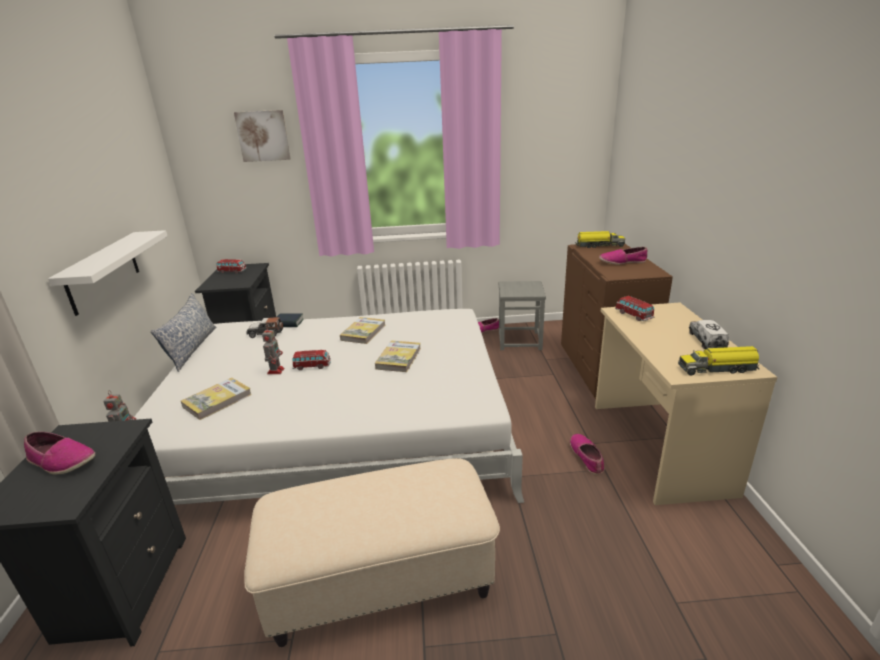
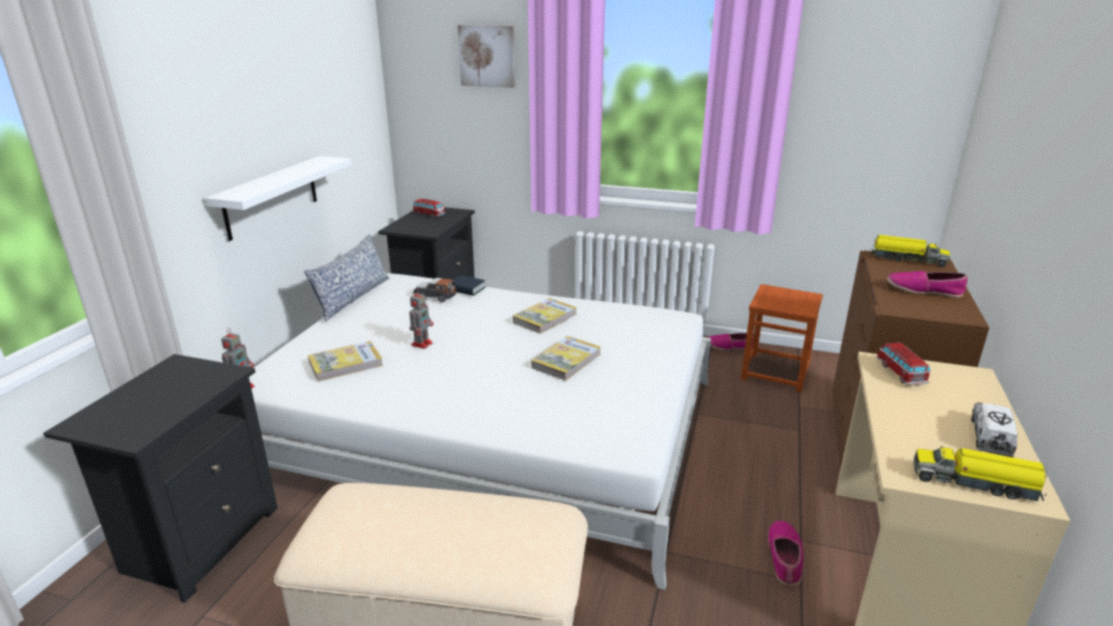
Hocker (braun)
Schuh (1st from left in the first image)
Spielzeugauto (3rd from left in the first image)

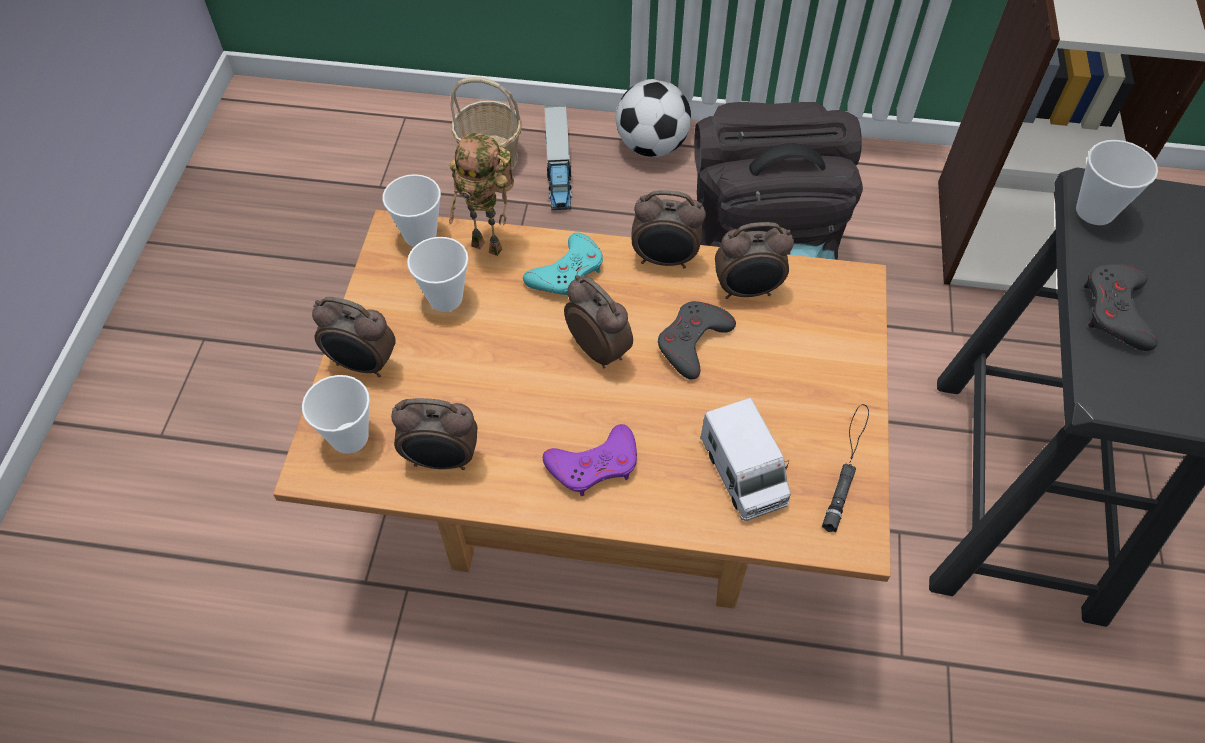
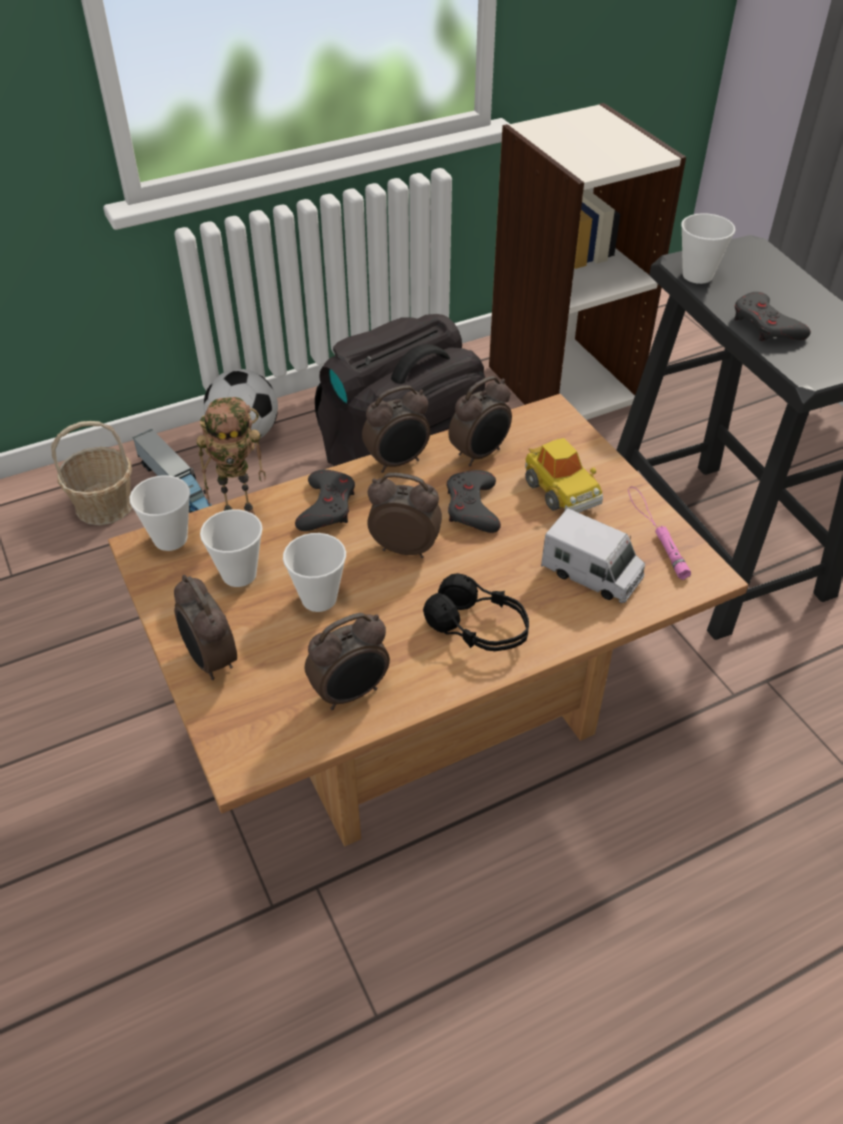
Wecker (1st from left)
Tasse (3rd from left)
Gamepad (grau) (1st from left)
Kopfhörer (schwarz)
Spielzeugauto
Taschenlampe (rosa)

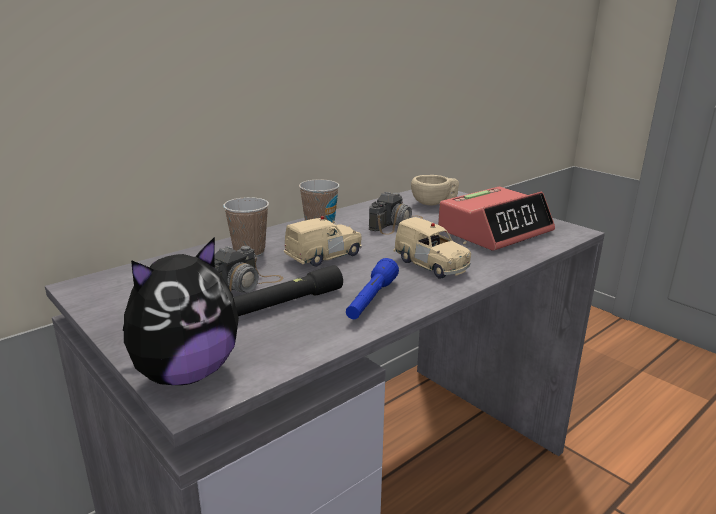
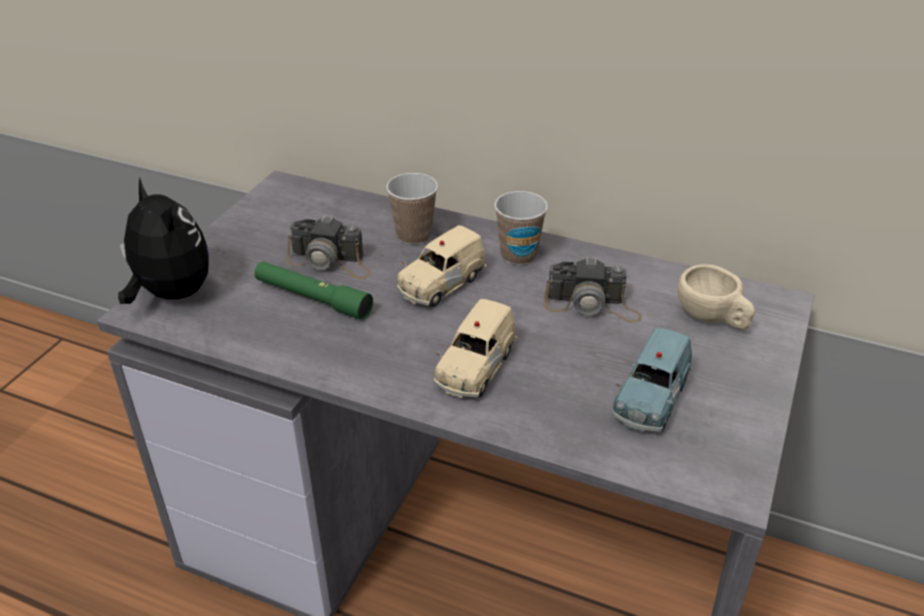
Plüschtier
Taschenlampe (grün)
Spielzeugauto (beige) (1st from left)
Spielzeugauto (blau)
Taschenlampe (blau)

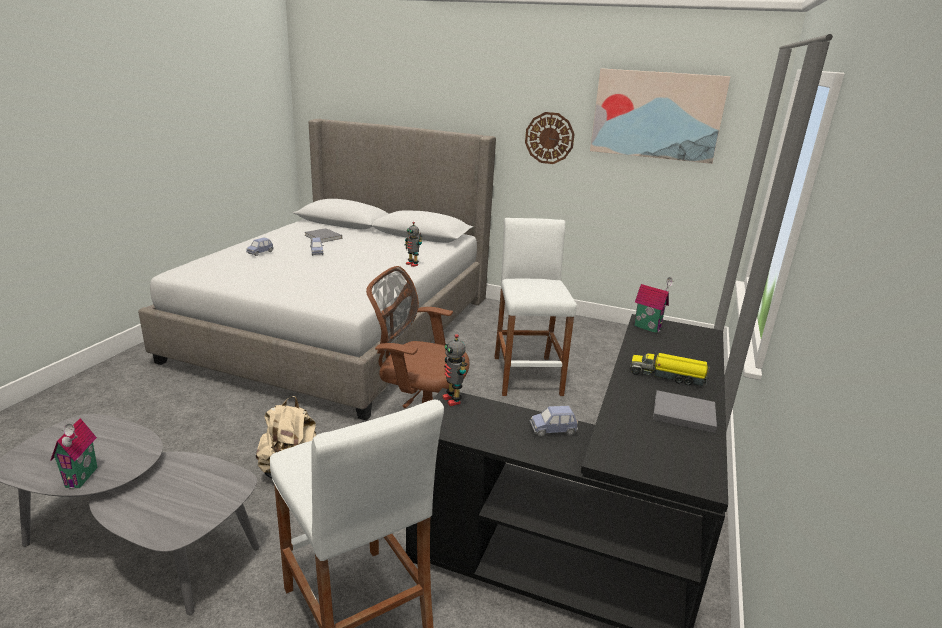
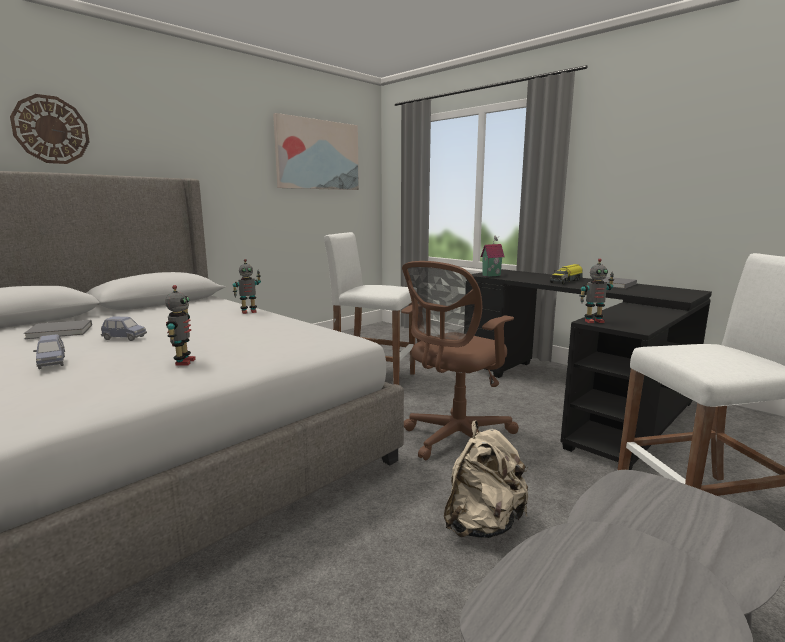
Wanduhr
Spielzeugroboter (1st from left)
Spielzeughaus (1st from left in the first image)
Spielzeugauto (blau) (3rd from left in the first image)

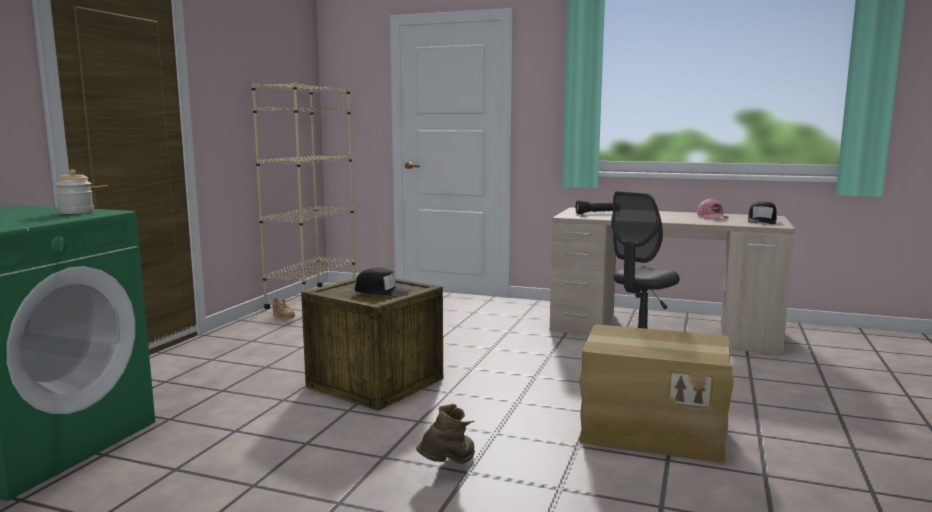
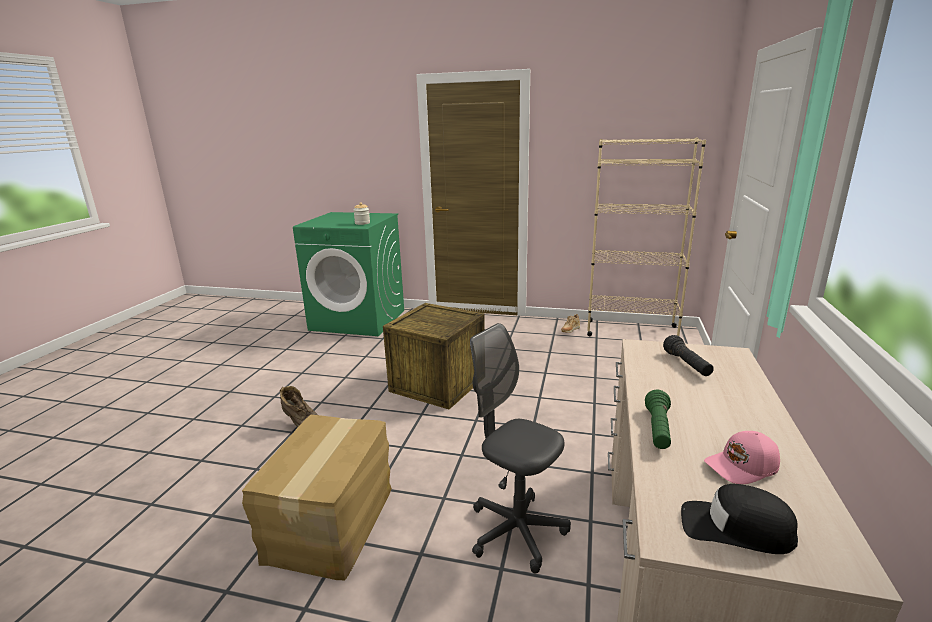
Taschenlampe (grün)
Kappe (schwarz) (1st from left in the first image)

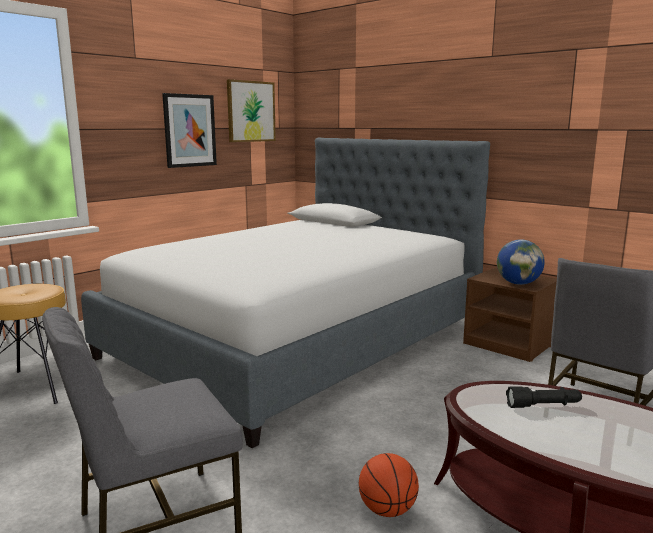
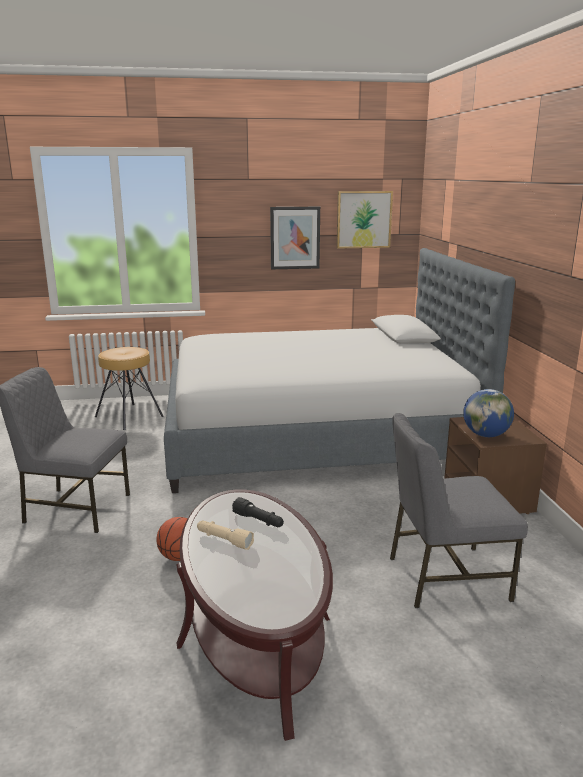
Taschenlampe (beige)

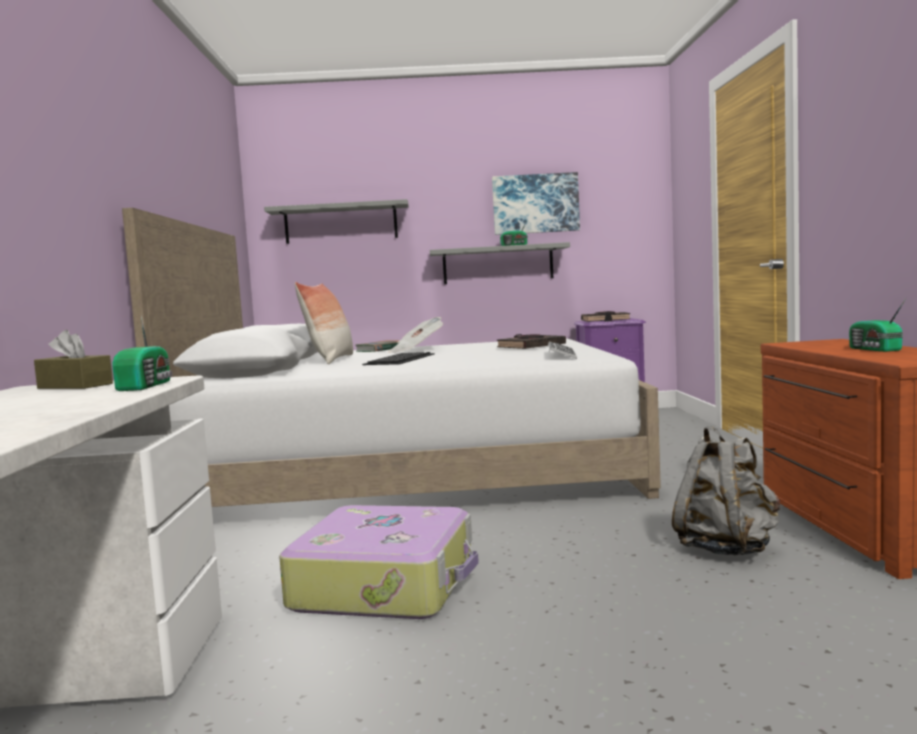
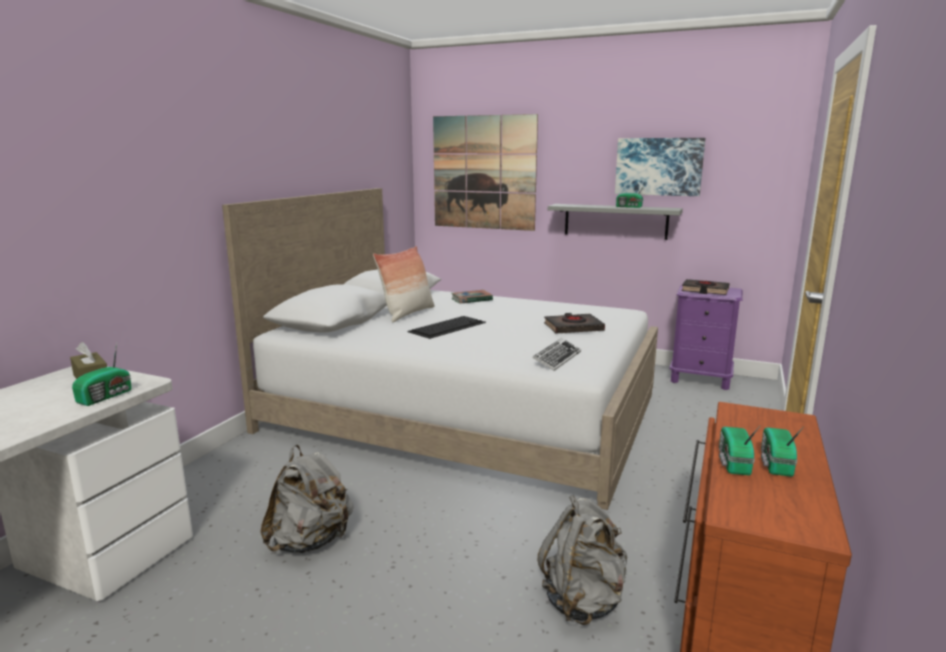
Rucksack (grau) (1st from left)
Bild (1st from left)
Radio (3rd from left)
Zeitung

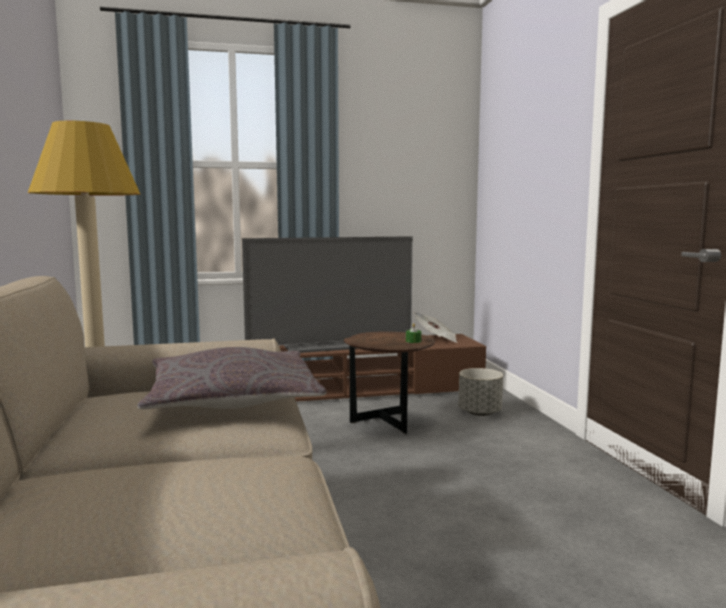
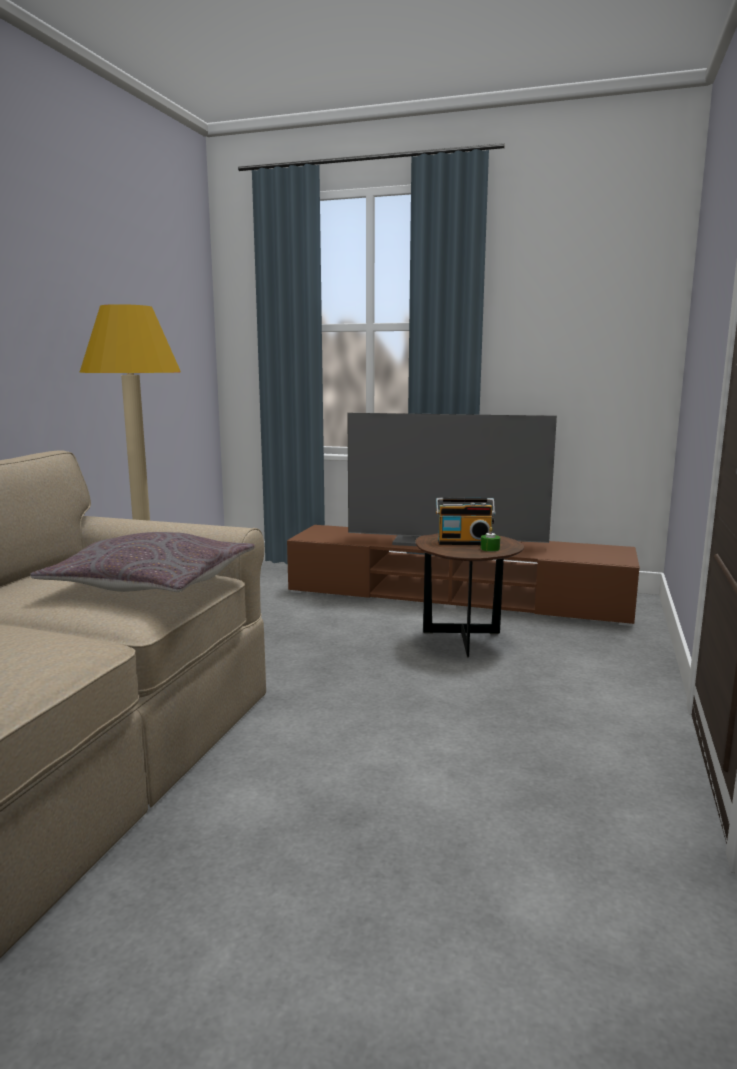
Radio
Zeitung
Pflanzkübel (grau)

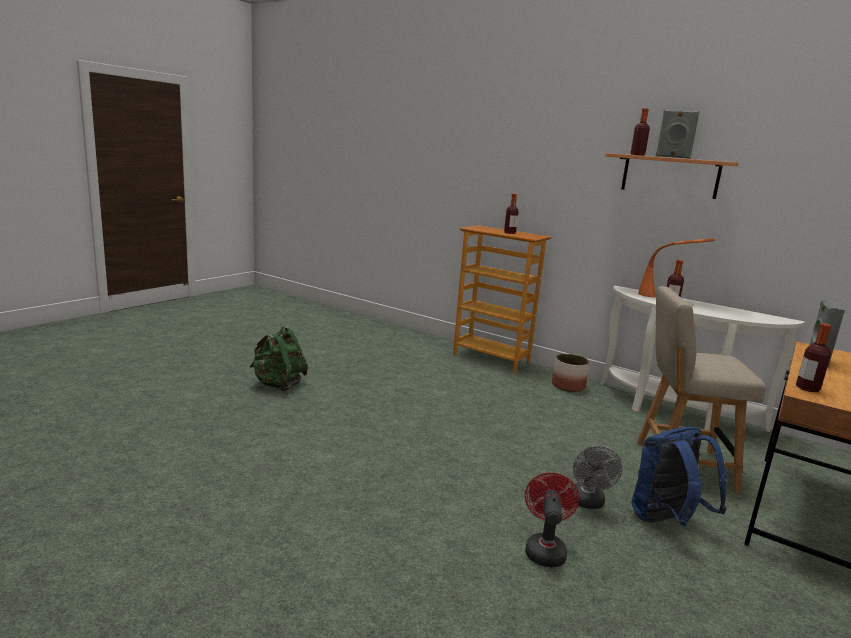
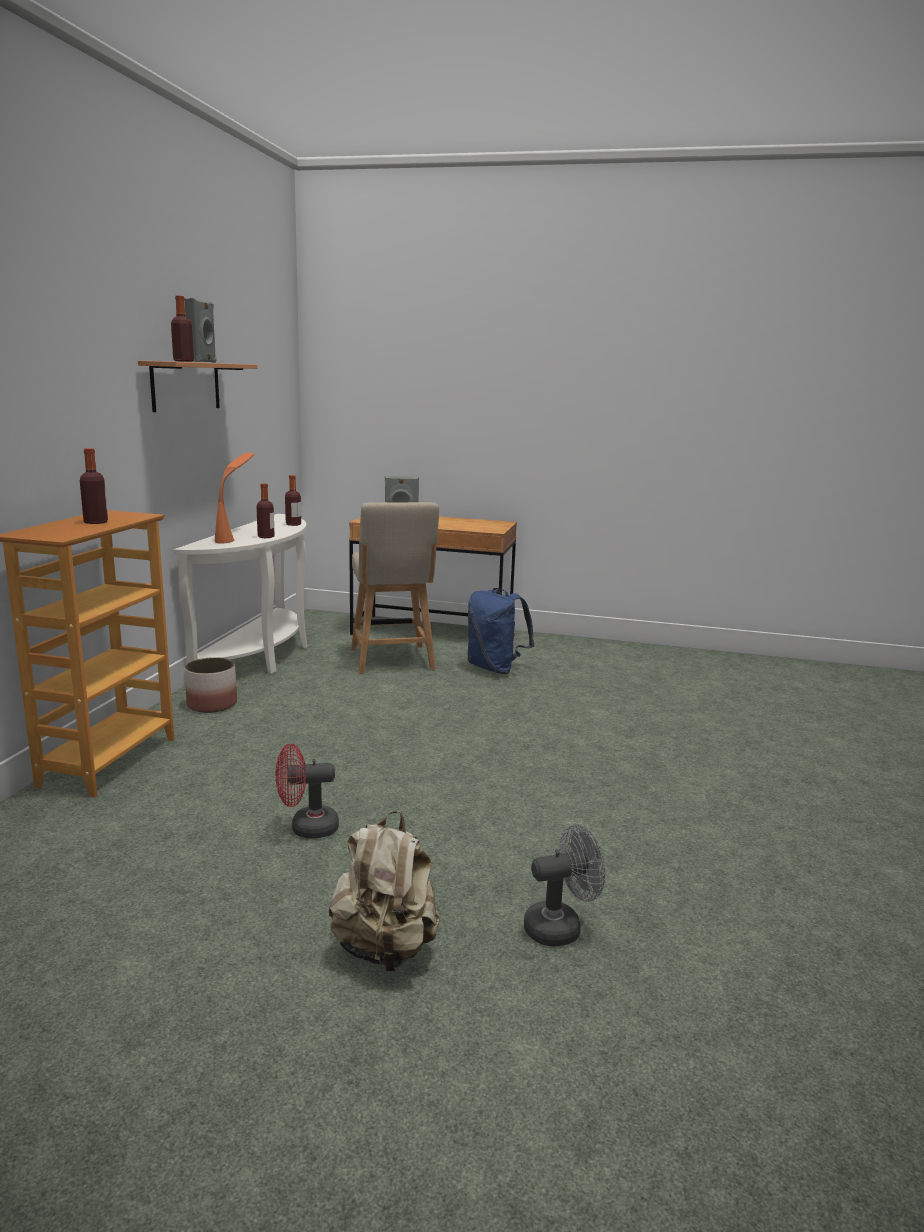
Ventilator (rot)
Flasche (4th from left)
Rucksack (beige)
Ventilator (grau)

